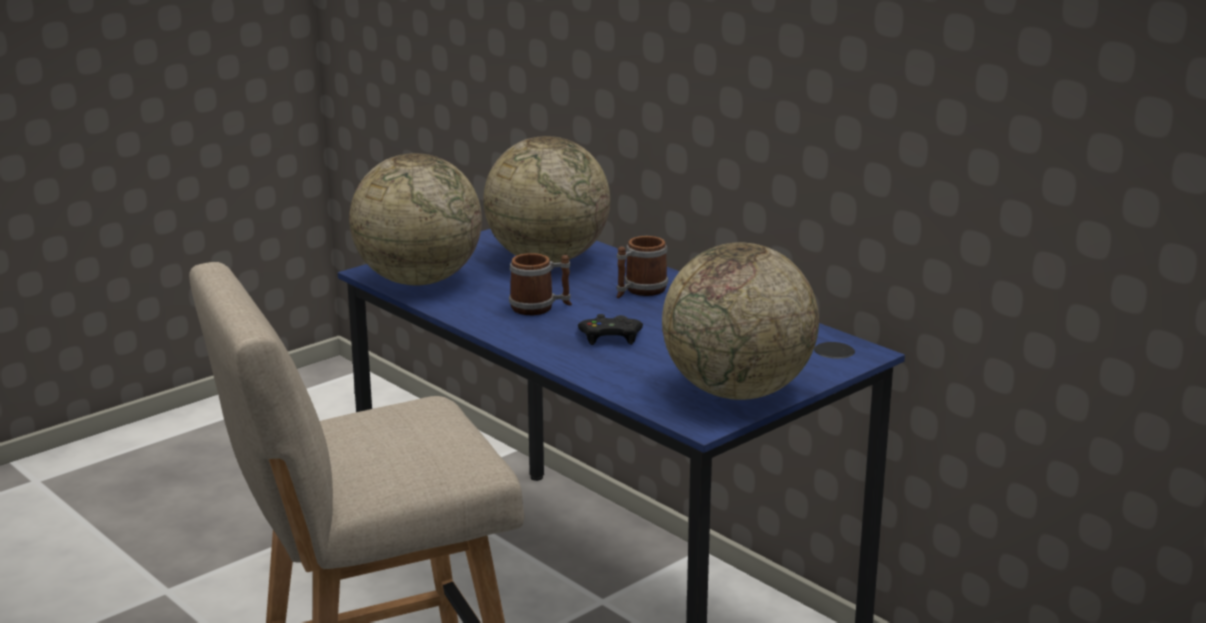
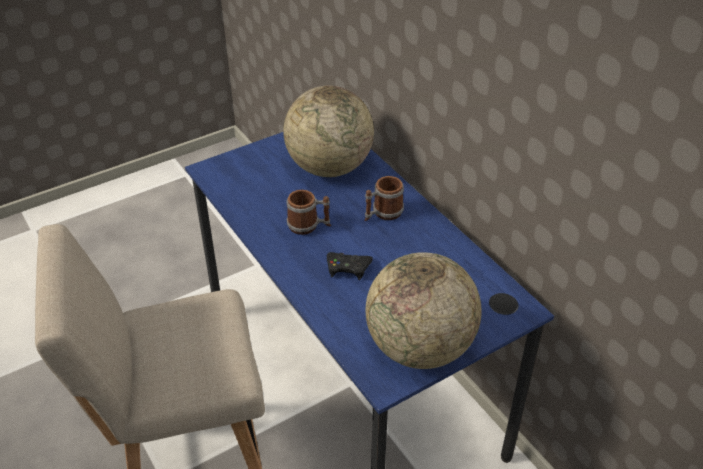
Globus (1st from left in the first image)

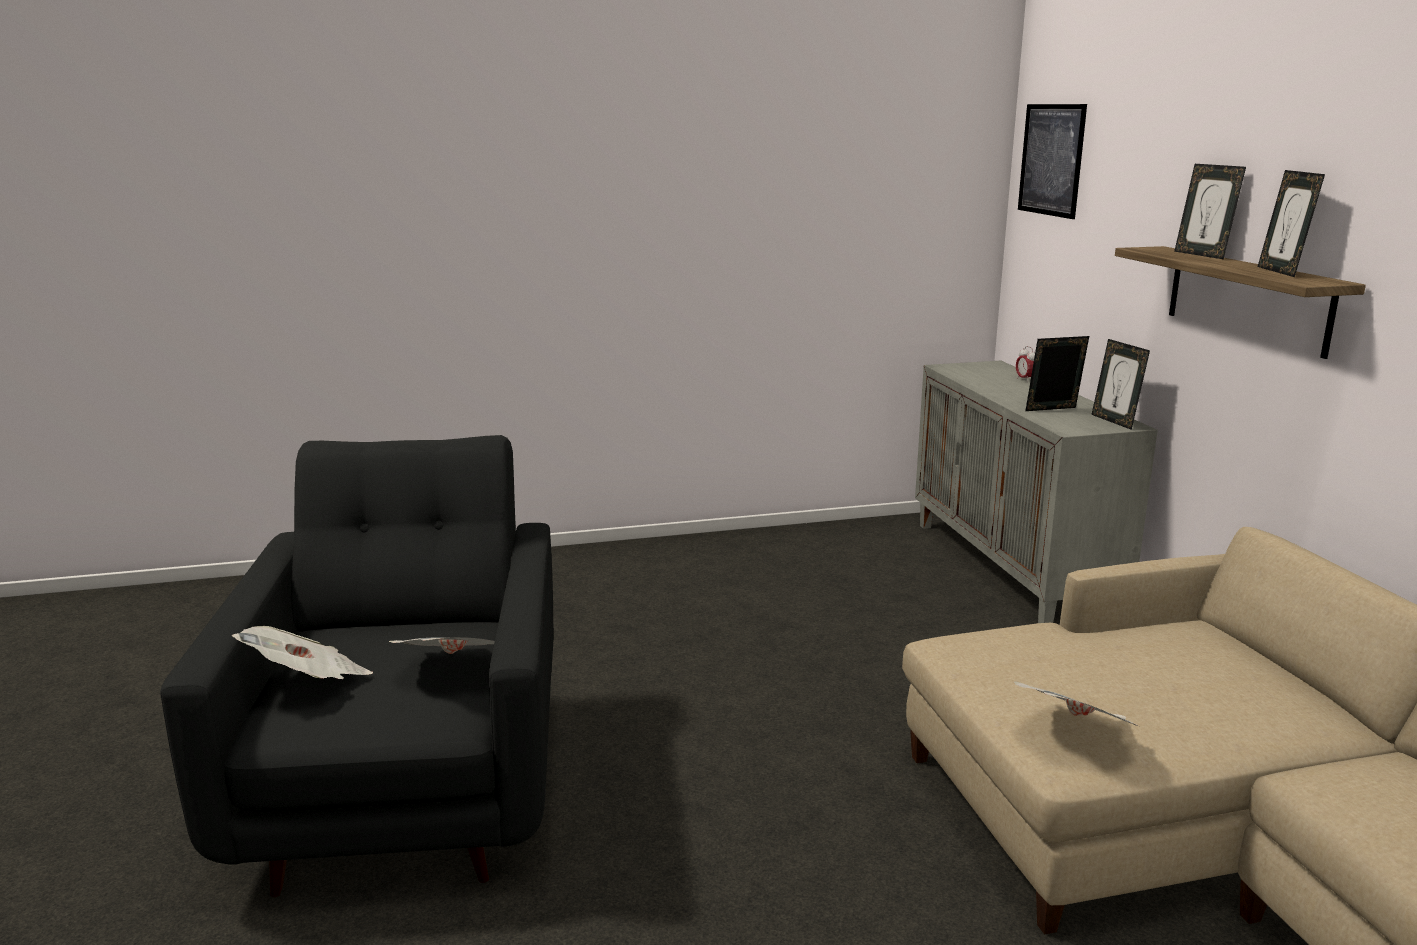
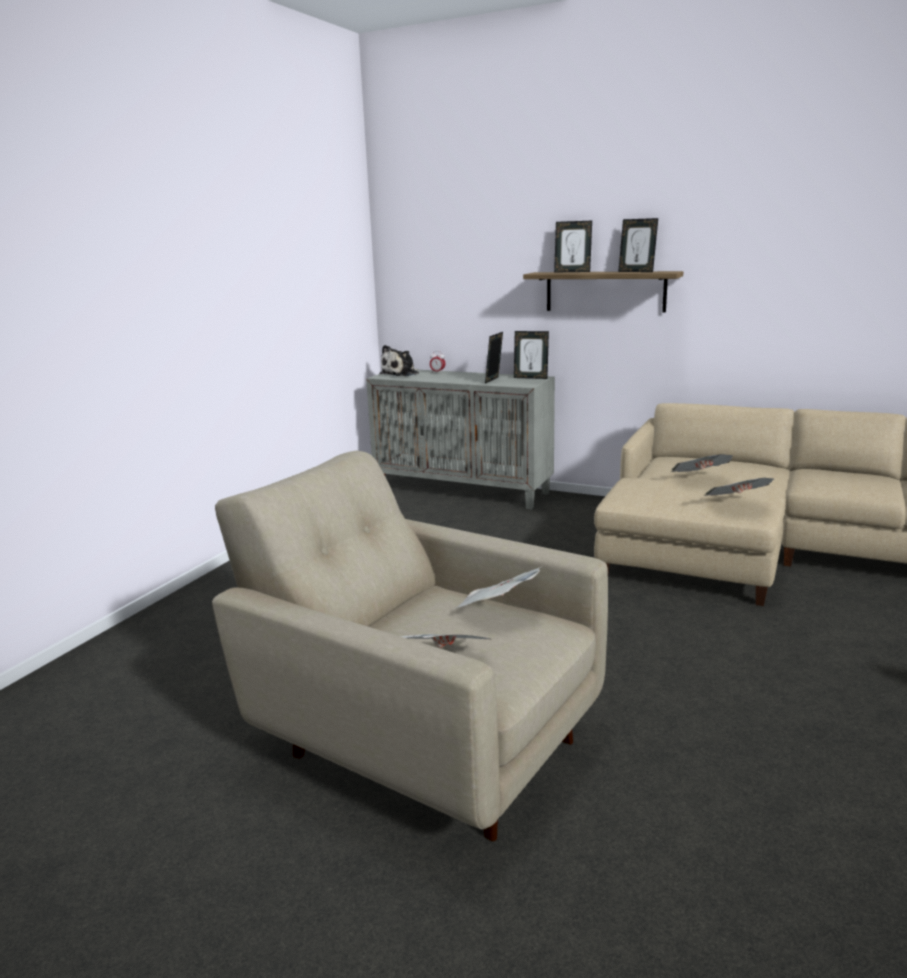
Sessel (beige)
Plüschtier
Zeitung (3rd from left)
Bild

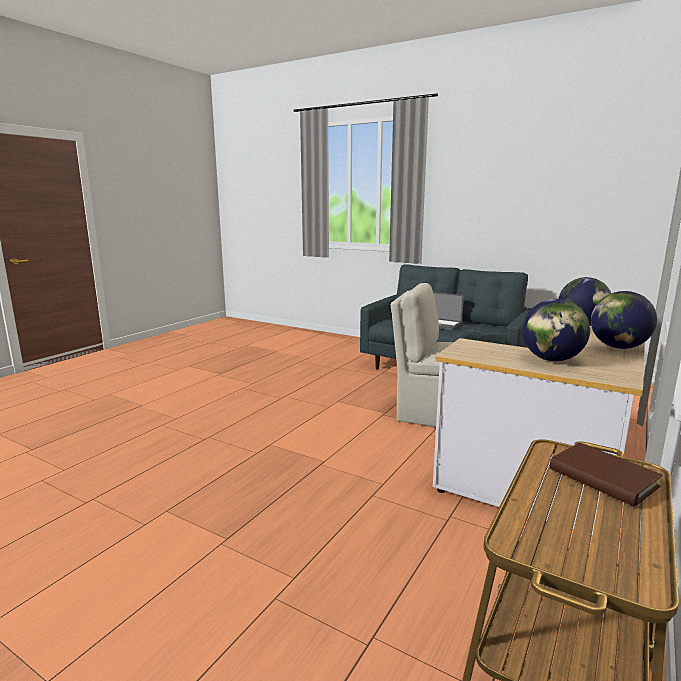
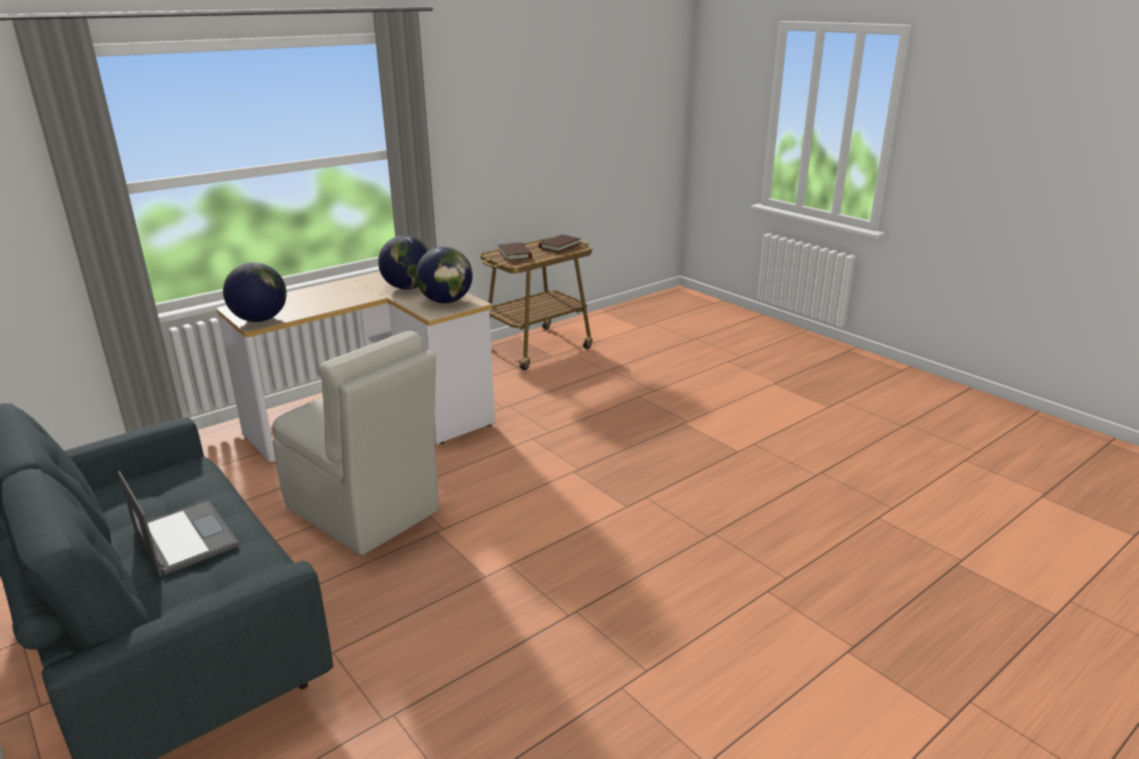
Globus (3rd from left)
Buch (braun) (2nd from left)

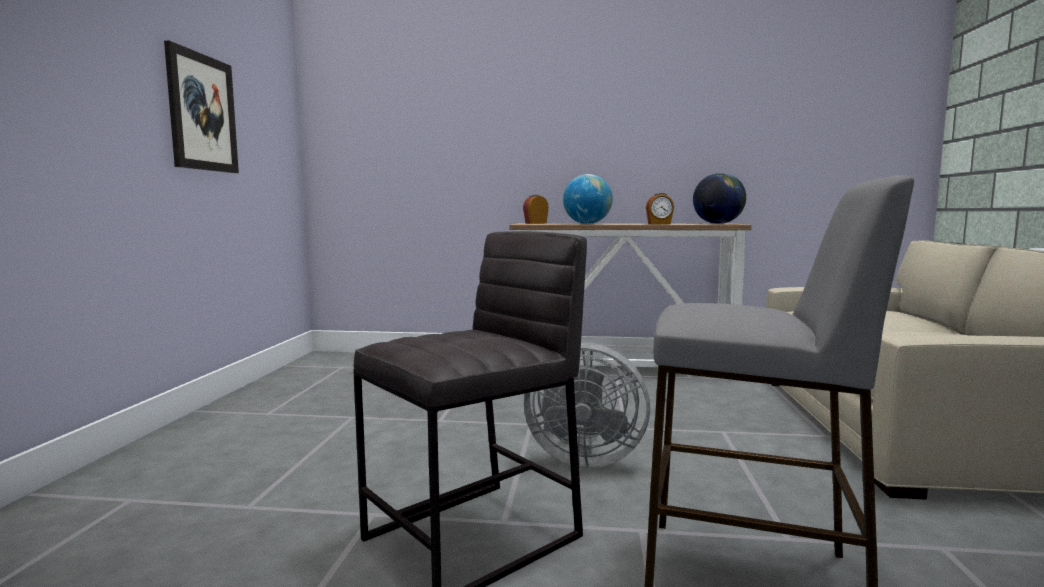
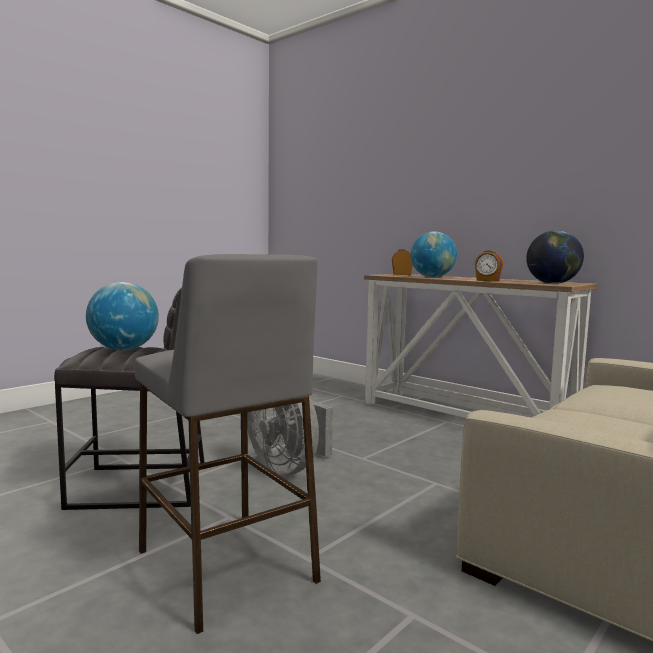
Globus (1st from left)
Bild

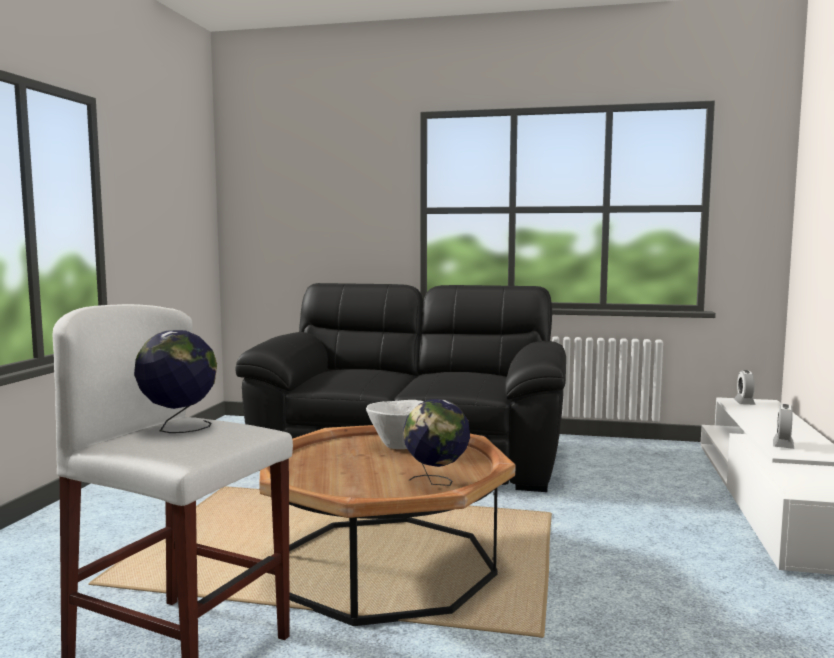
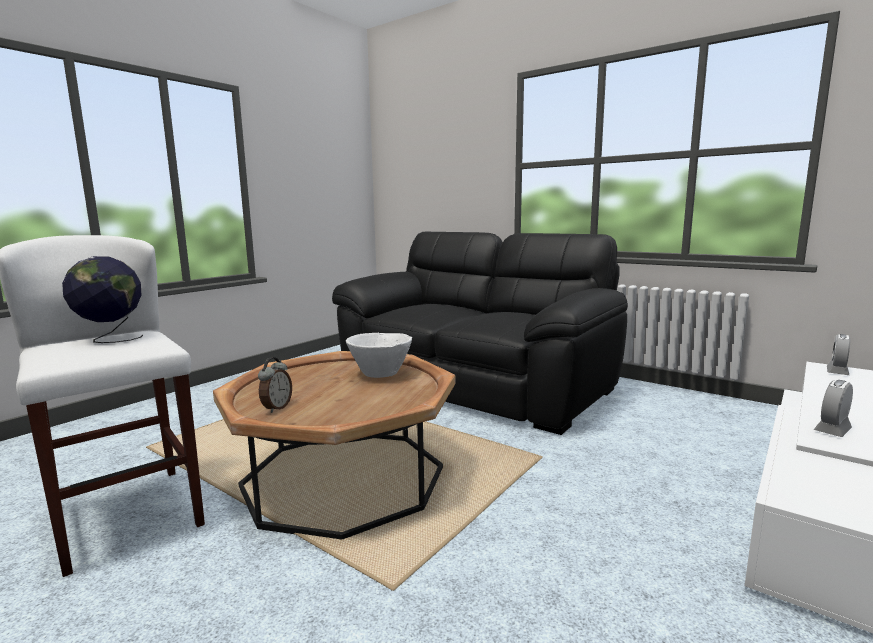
Wecker (1st from left)
Globus (2nd from left in the first image)

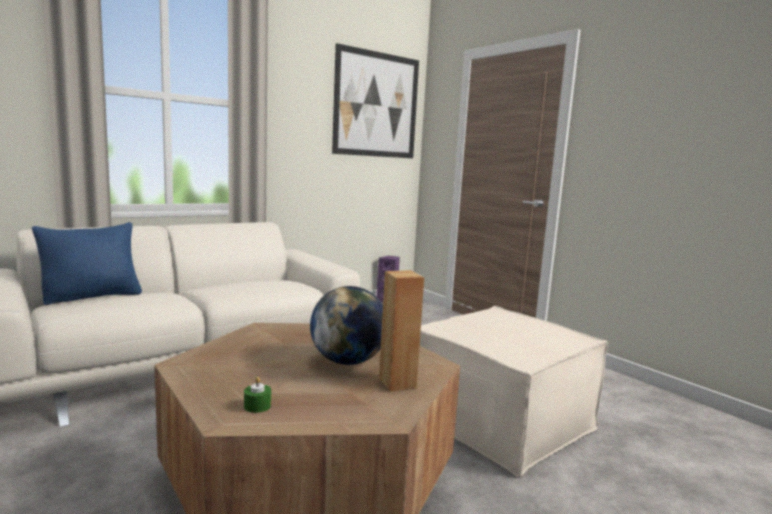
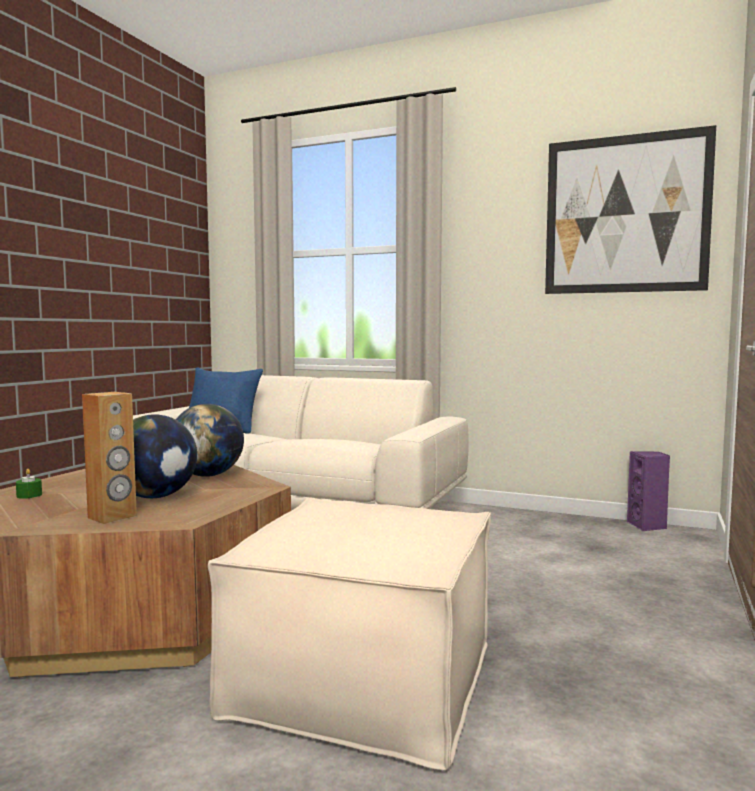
Globus (2nd from left)

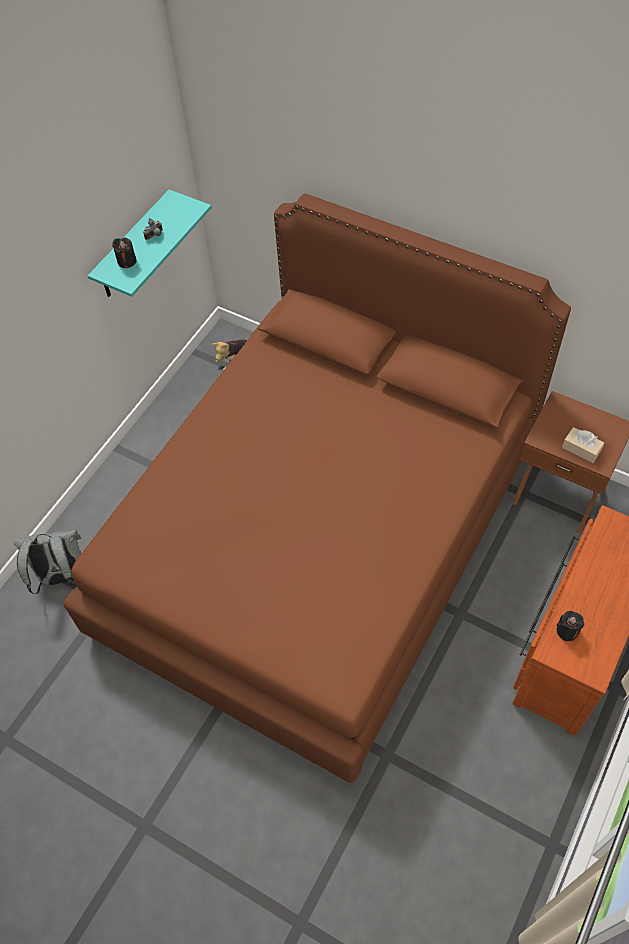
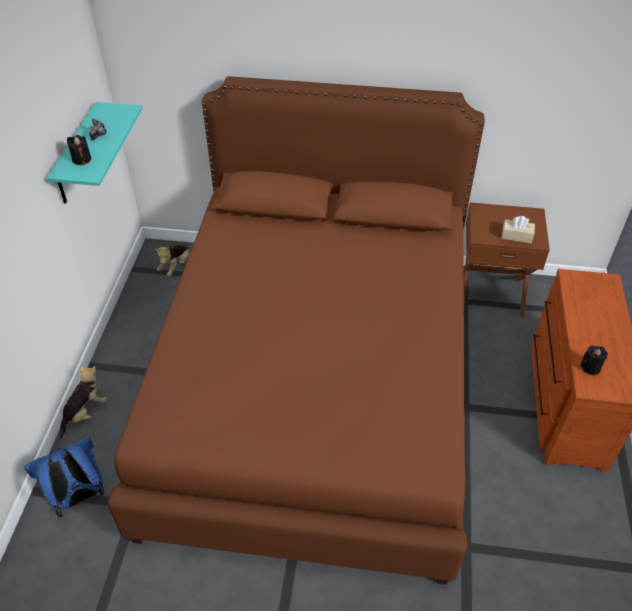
Rucksack (blau)
Plüschtier (1st from left)

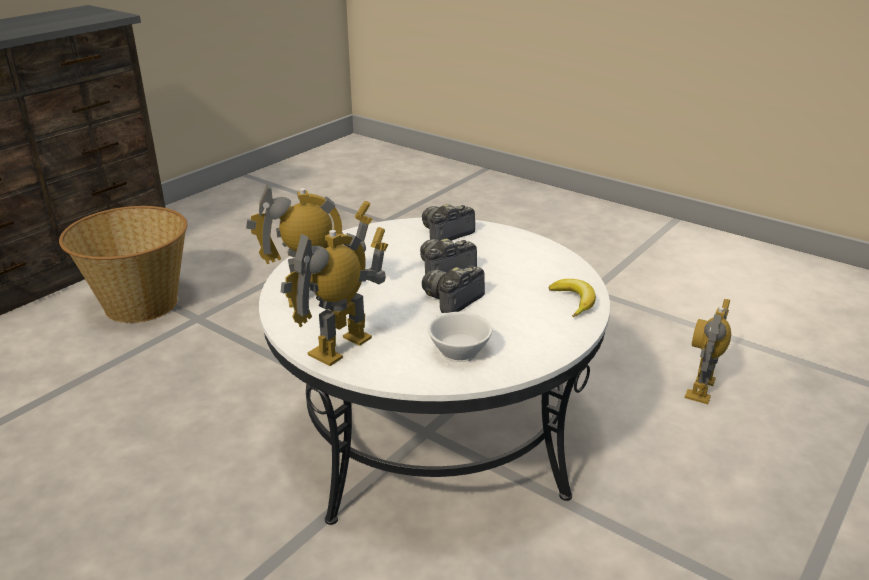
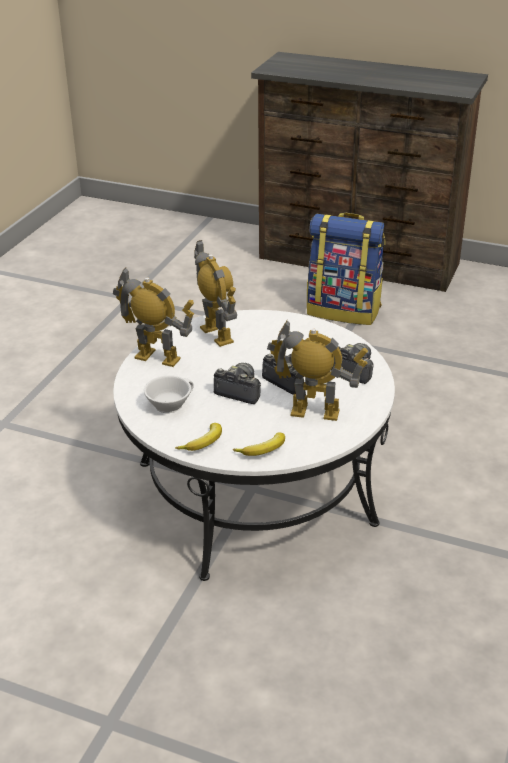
Banane (1st from left)
Spielzeugroboter (3rd from left)
Rucksack

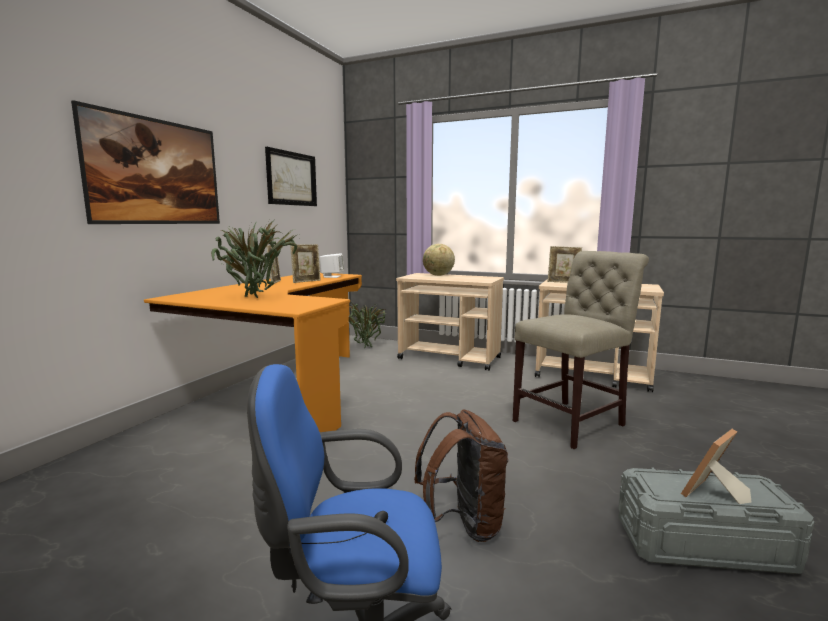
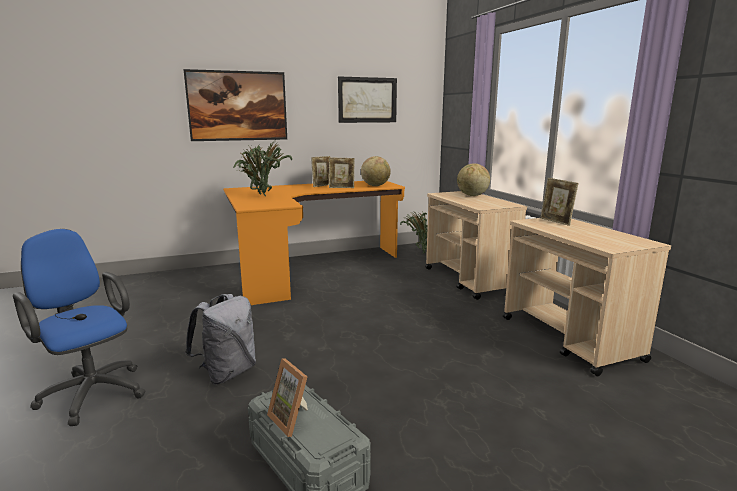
Rucksack (grau)
Bilderrahmen (1st from left)
Globus (1st from left)
Stuhl (beige)

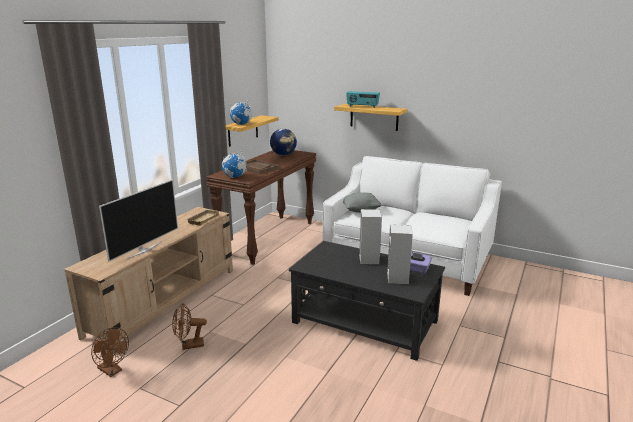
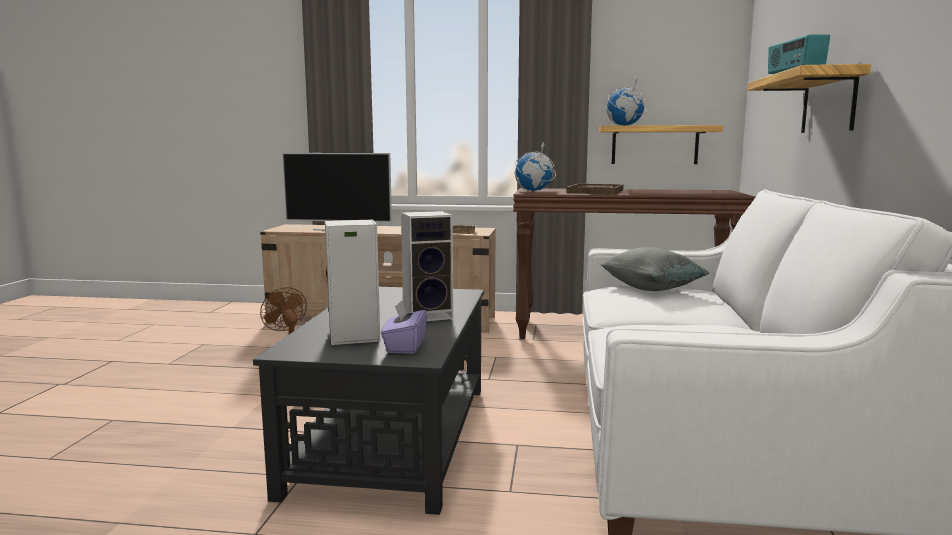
Ventilator (braun) (1st from left in the first image)
Globus (3rd from left in the first image)

